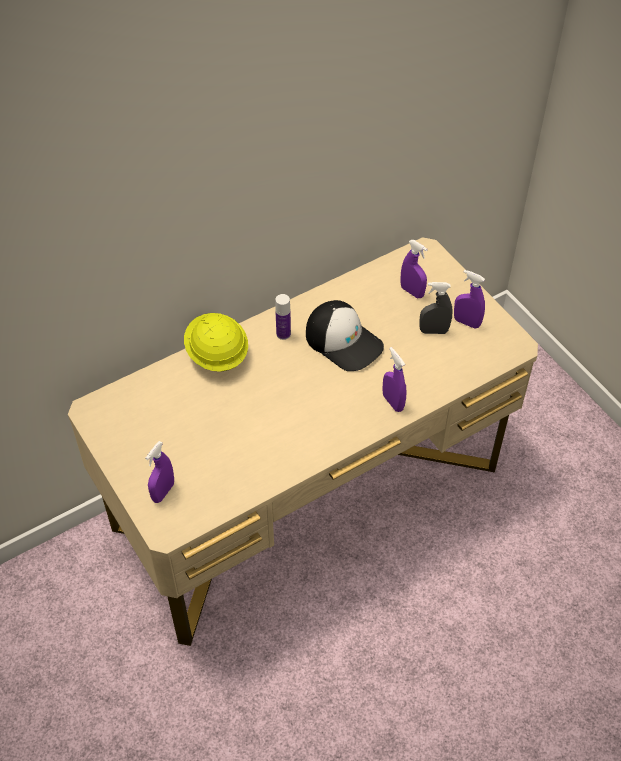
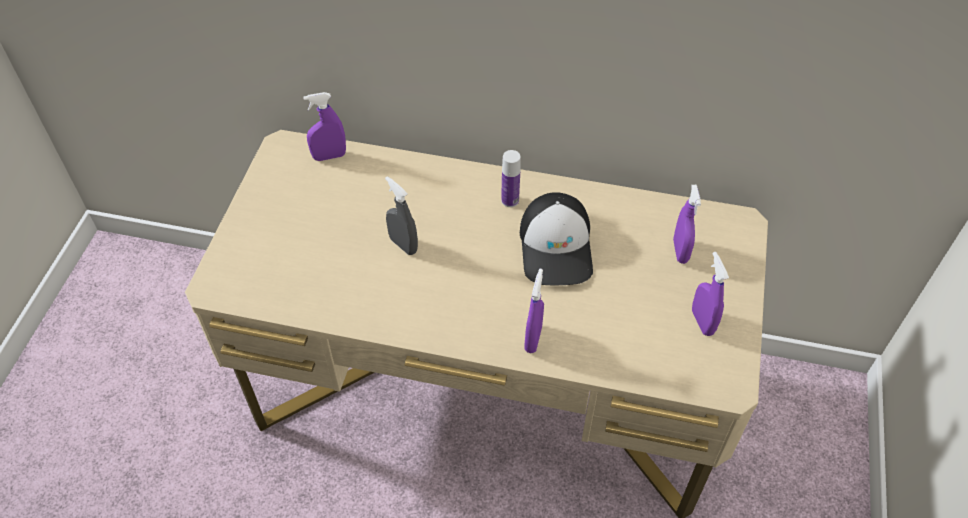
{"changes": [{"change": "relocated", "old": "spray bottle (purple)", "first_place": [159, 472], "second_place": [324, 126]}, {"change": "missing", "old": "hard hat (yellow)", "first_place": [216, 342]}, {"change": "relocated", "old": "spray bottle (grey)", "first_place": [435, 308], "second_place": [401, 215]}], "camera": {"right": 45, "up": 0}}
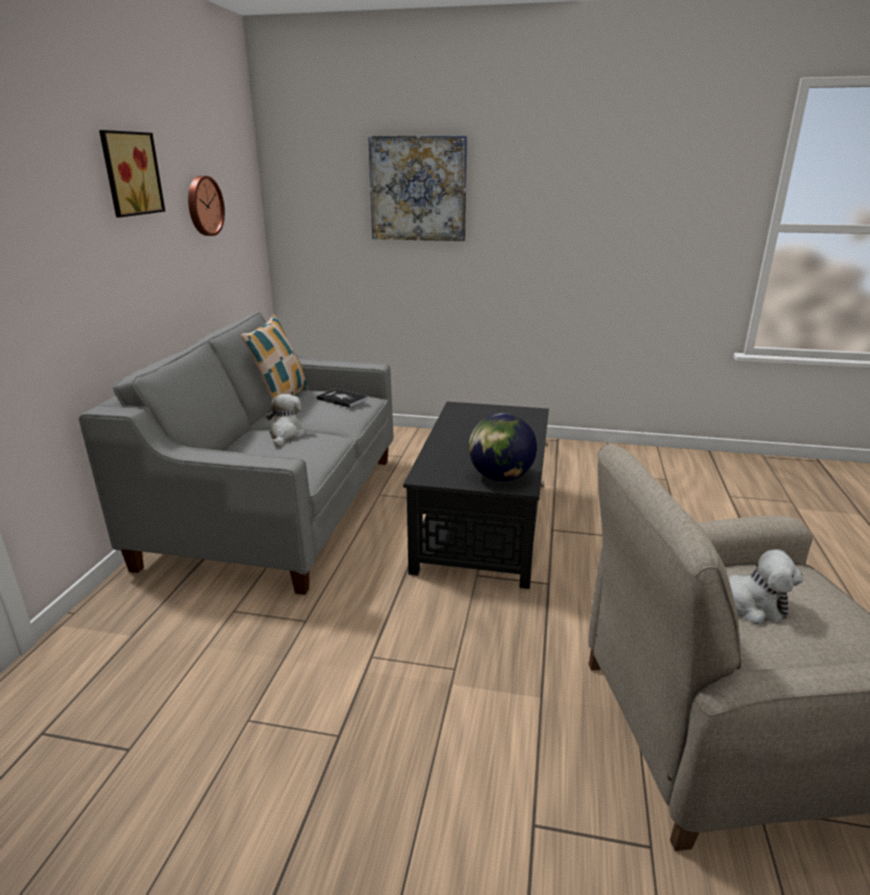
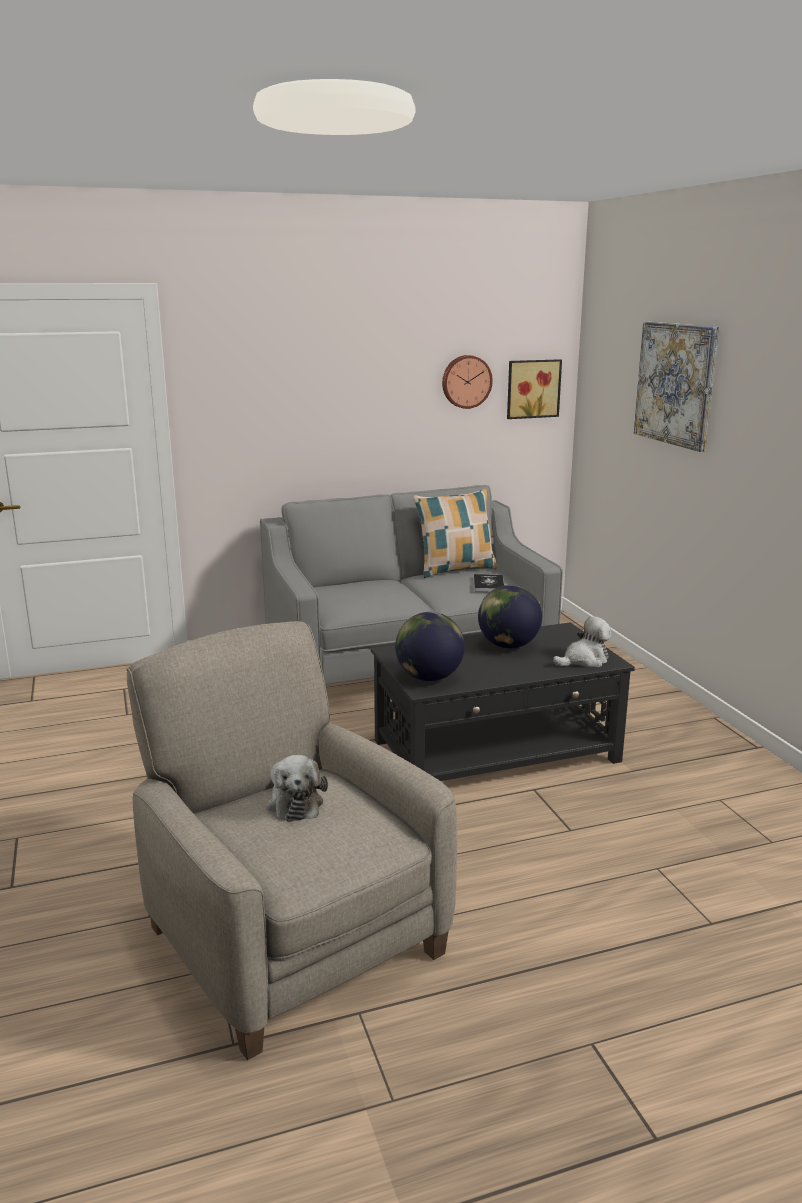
{"changes": [{"change": "relocated", "old": "picture", "first_place": [132, 173], "second_place": [534, 389]}, {"change": "relocated", "old": "plush toy", "first_place": [286, 420], "second_place": [582, 641]}, {"change": "appeared", "new": "globe", "second_place": [510, 617]}], "camera": {"right": 60, "up": -5}}
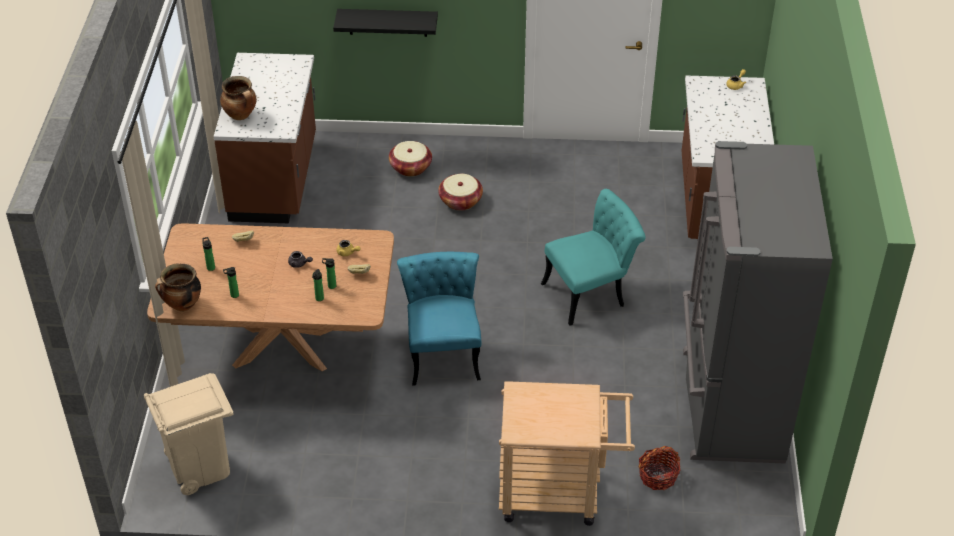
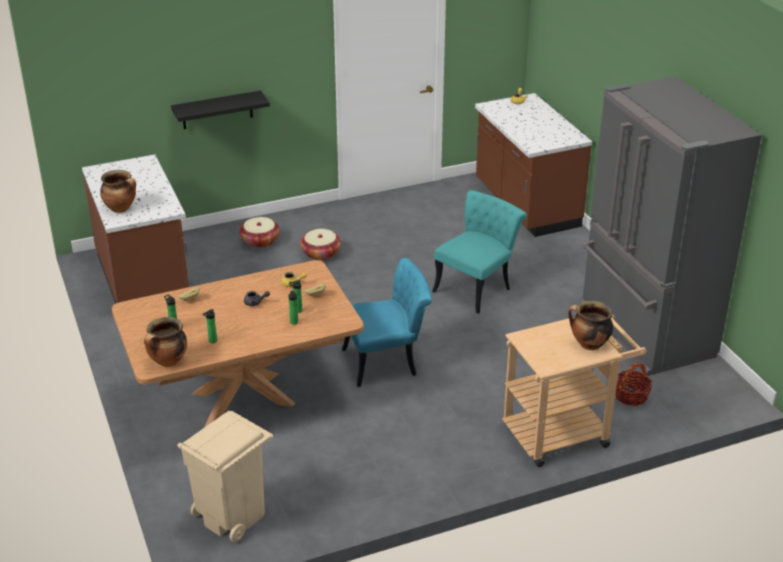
{"changes": [{"change": "spun", "old": "chair (turquoise)", "first_place": [439, 319], "second_place": [387, 322], "degrees": 105}, {"change": "appeared", "new": "cooking pot", "second_place": [590, 325]}], "camera": {"right": -25, "up": -10}}
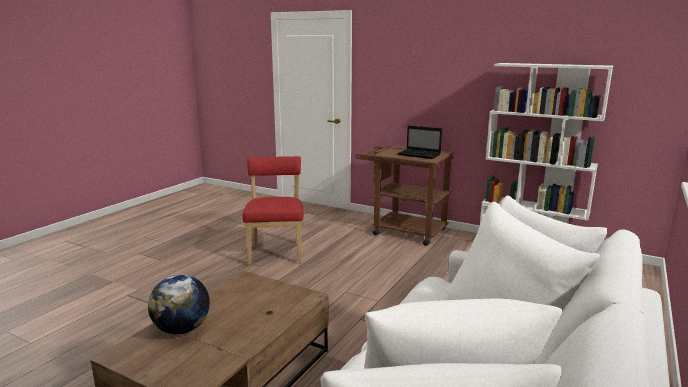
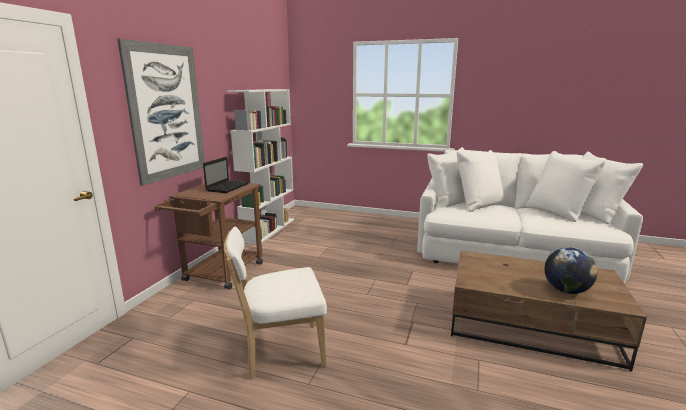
{"changes": [{"change": "colour", "old": "chair (red)", "new": "chair (white)", "first_place": [273, 210], "second_place": [275, 302]}, {"change": "appeared", "new": "picture", "second_place": [161, 112]}], "camera": {"right": -100, "up": 0}}
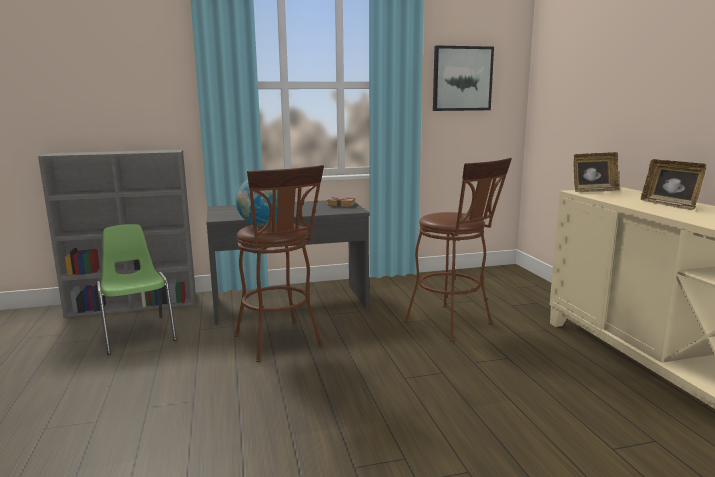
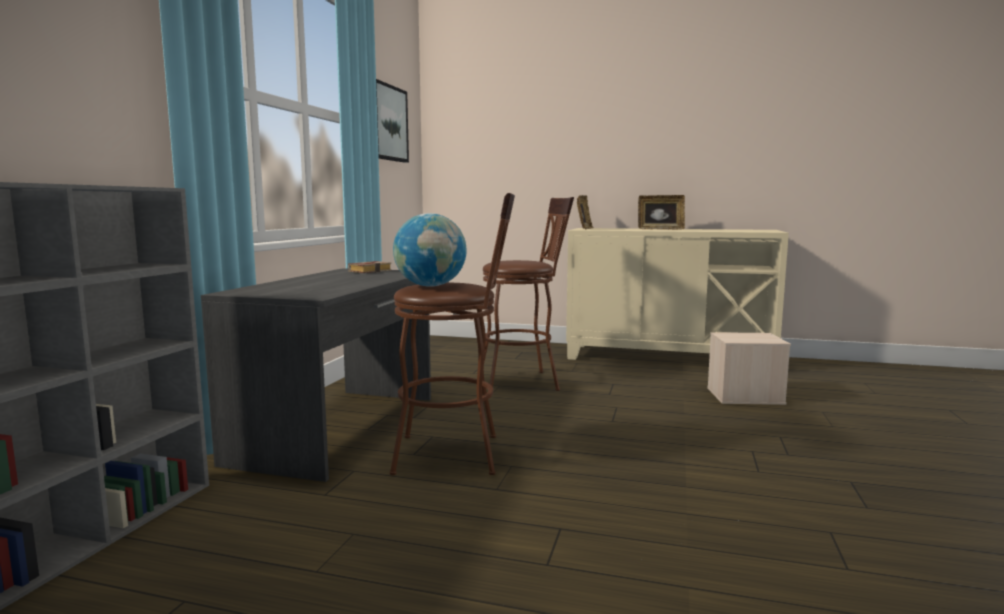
{"changes": [{"change": "missing", "old": "chair (green)", "first_place": [137, 289]}, {"change": "appeared", "new": "storage box (beige)", "second_place": [749, 368]}], "camera": {"right": -60, "up": -5}}
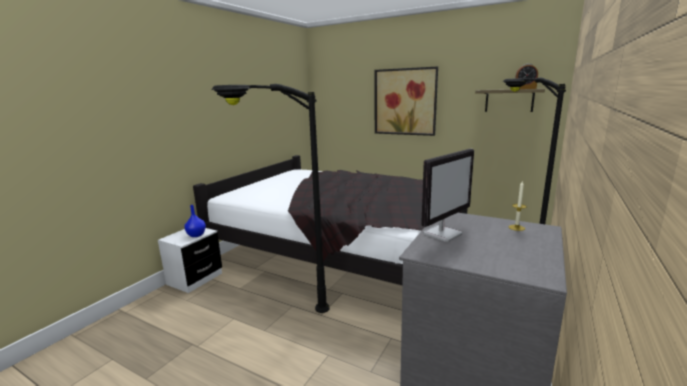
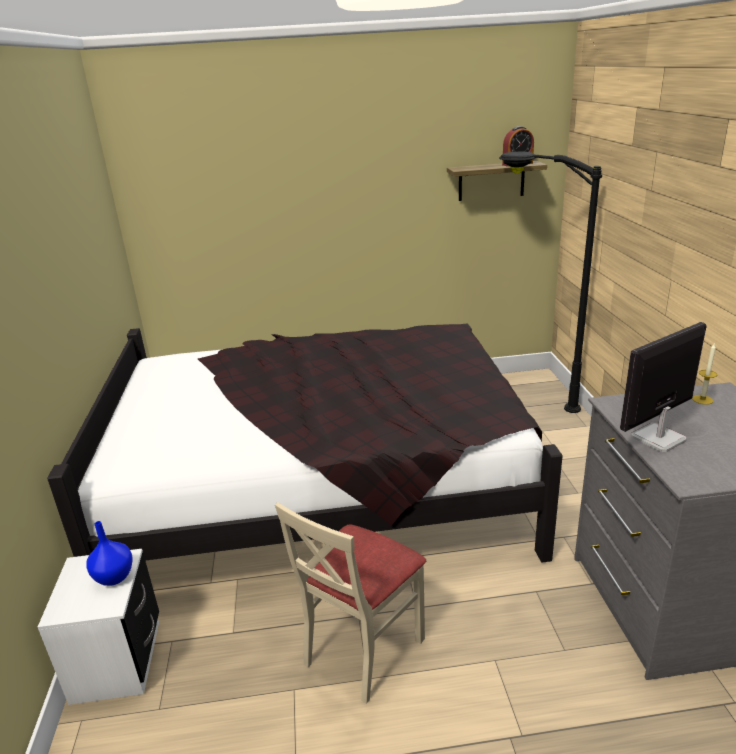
{"changes": [{"change": "exchanged", "old": "floor lamp (black)", "new": "chair (beige)", "first_place": [270, 198], "second_place": [350, 603]}, {"change": "missing", "old": "picture", "first_place": [406, 101]}, {"change": "spun", "old": "monitor", "first_place": [447, 195], "second_place": [663, 387], "degrees": -135}], "camera": {"right": -35, "up": 10}}
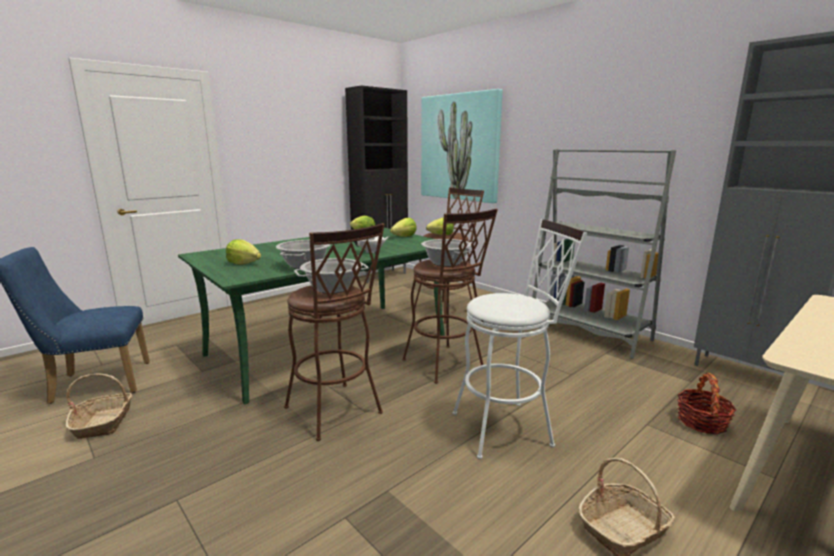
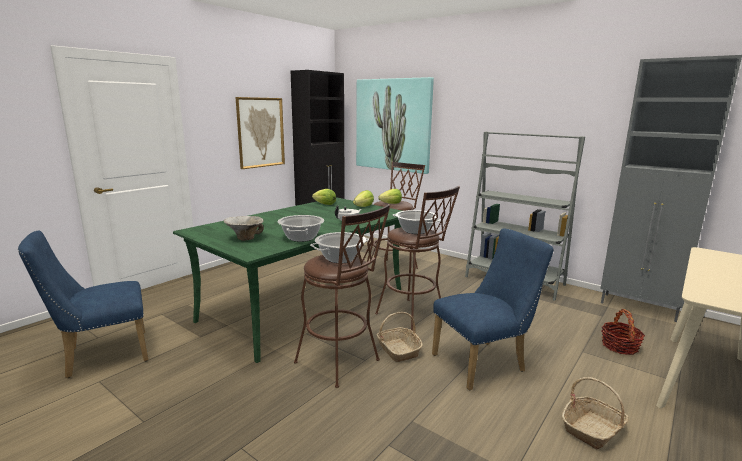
{"changes": [{"change": "relocated", "old": "basket", "first_place": [99, 406], "second_place": [400, 337]}, {"change": "exchanged", "old": "lettuce", "new": "bowl", "first_place": [243, 252], "second_place": [244, 228]}, {"change": "exchanged", "old": "stool (white)", "new": "chair (blue)", "first_place": [520, 339], "second_place": [493, 309]}, {"change": "appeared", "new": "picture", "second_place": [260, 133]}], "camera": {"right": -10, "up": 0}}
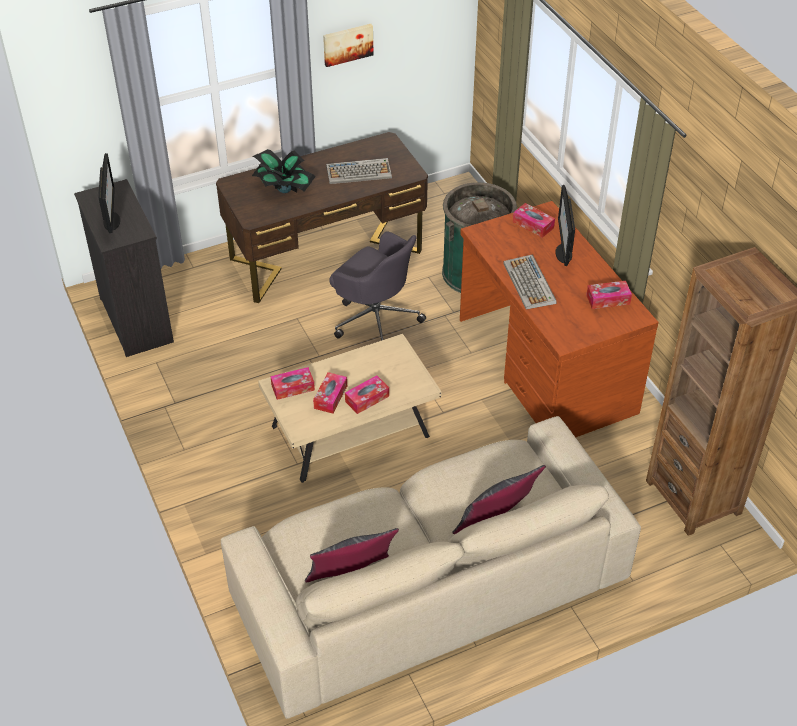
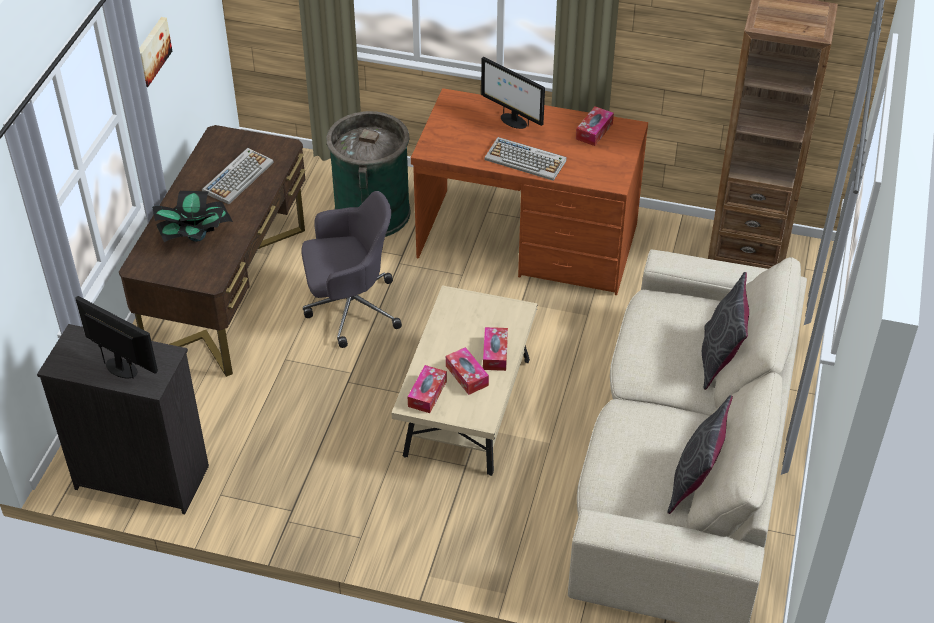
{"changes": [{"change": "missing", "old": "tissue box", "first_place": [534, 220]}], "camera": {"right": -50, "up": 0}}
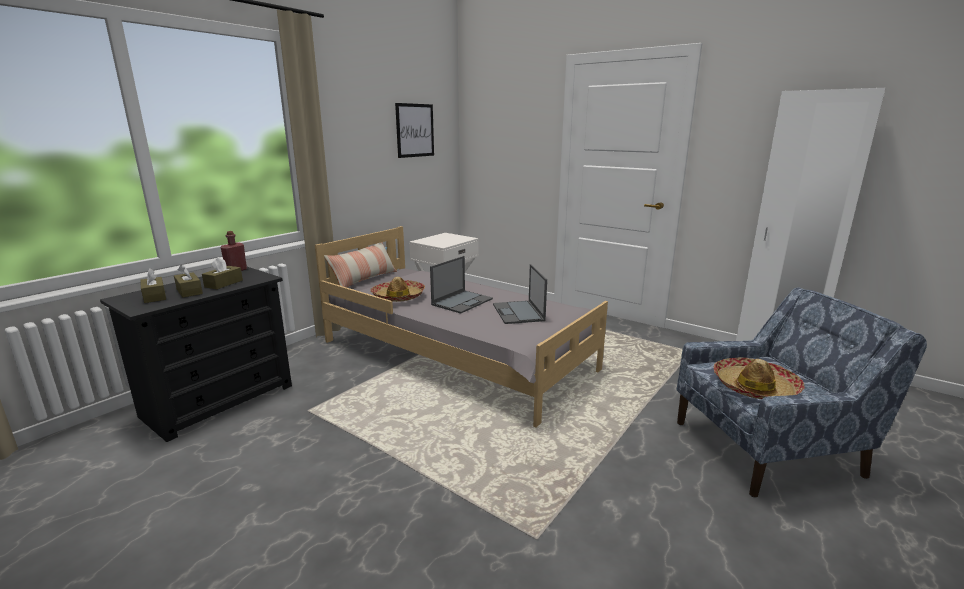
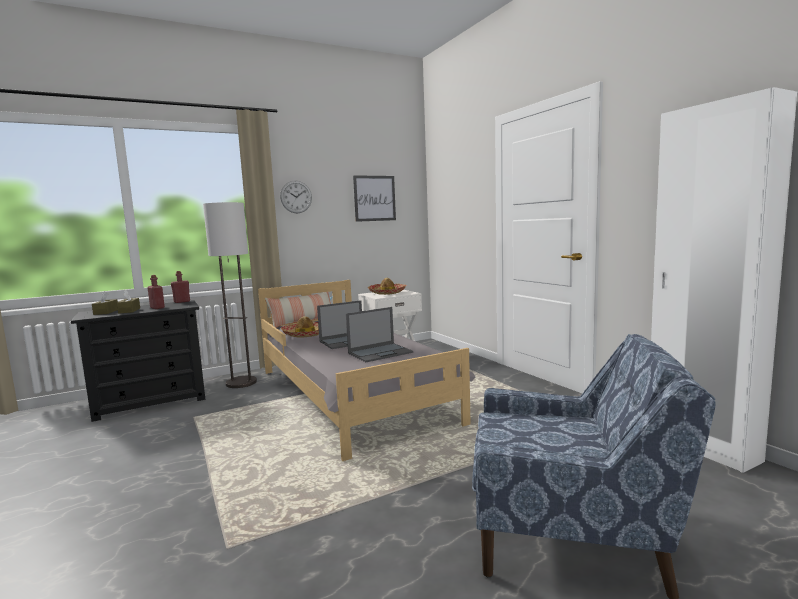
{"changes": [{"change": "exchanged", "old": "tissue box (brown)", "new": "bottle (red)", "first_place": [222, 273], "second_place": [156, 292]}, {"change": "spun", "old": "laptop", "first_place": [520, 294], "second_place": [379, 334], "degrees": -135}, {"change": "relocated", "old": "hat", "first_place": [759, 378], "second_place": [387, 286]}, {"change": "appeared", "new": "floor lamp", "second_place": [230, 295]}, {"change": "appeared", "new": "wall clock", "second_place": [296, 196]}], "camera": {"right": 25, "up": -10}}
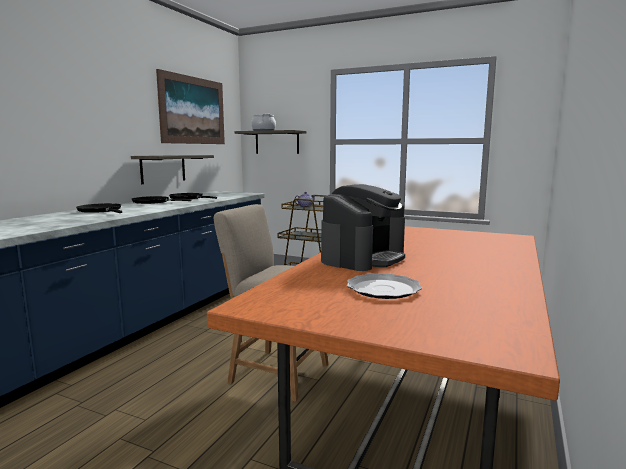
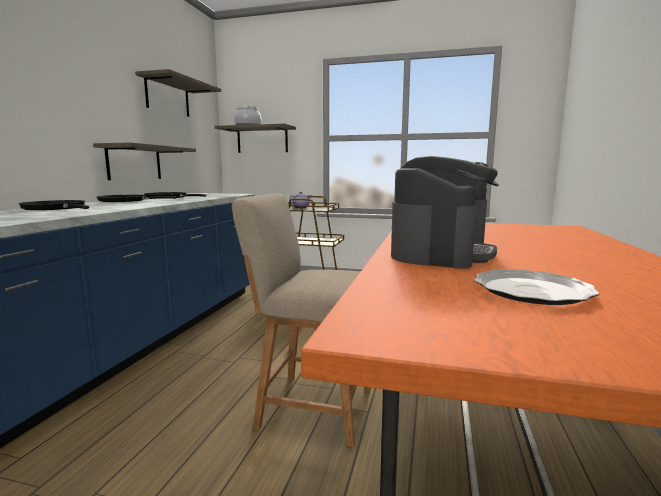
{"changes": [{"change": "exchanged", "old": "picture", "new": "shelf", "first_place": [190, 106], "second_place": [178, 93]}], "camera": {"right": -10, "up": 0}}
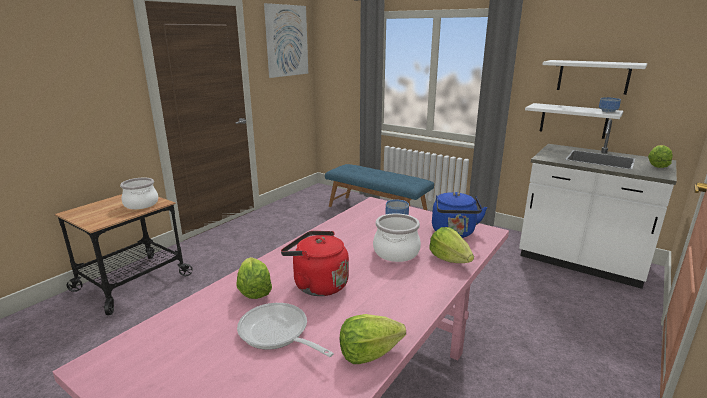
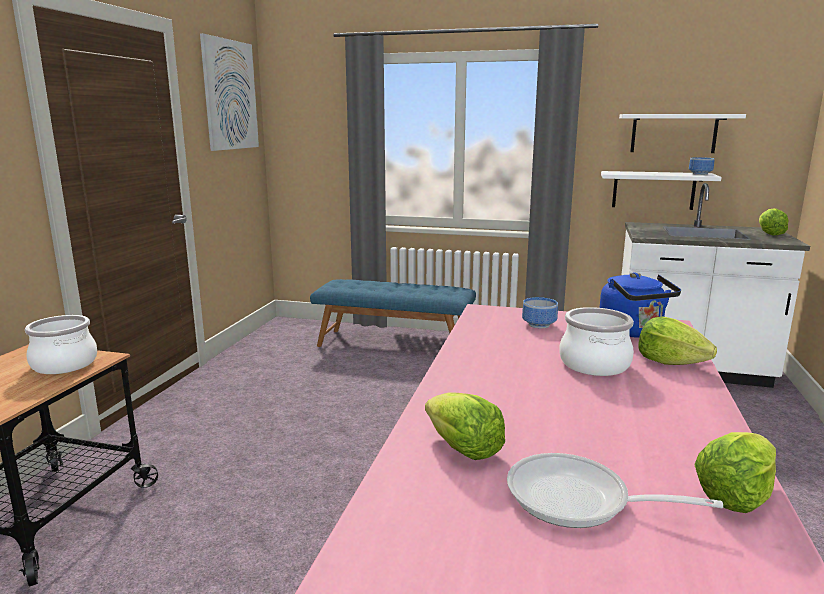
{"changes": [{"change": "missing", "old": "kettle (red)", "first_place": [315, 263]}], "camera": {"right": -20, "up": -5}}
